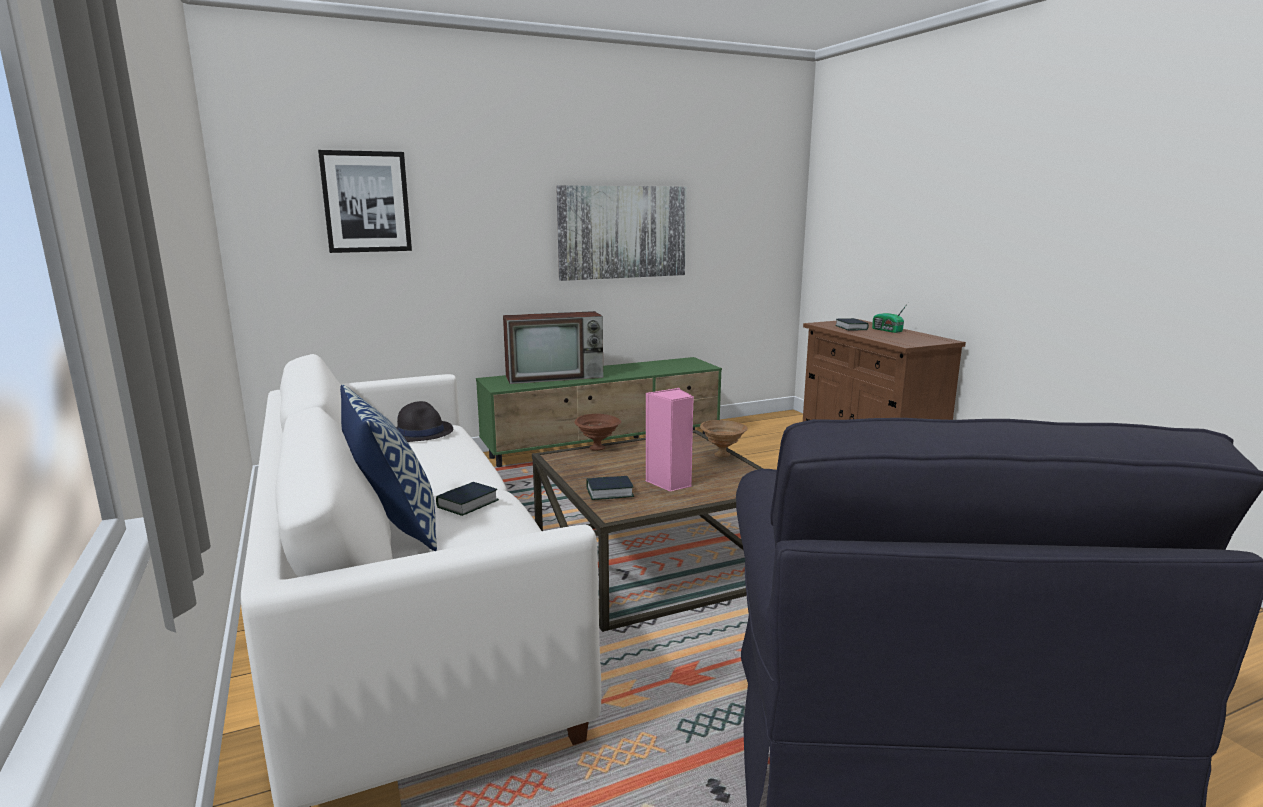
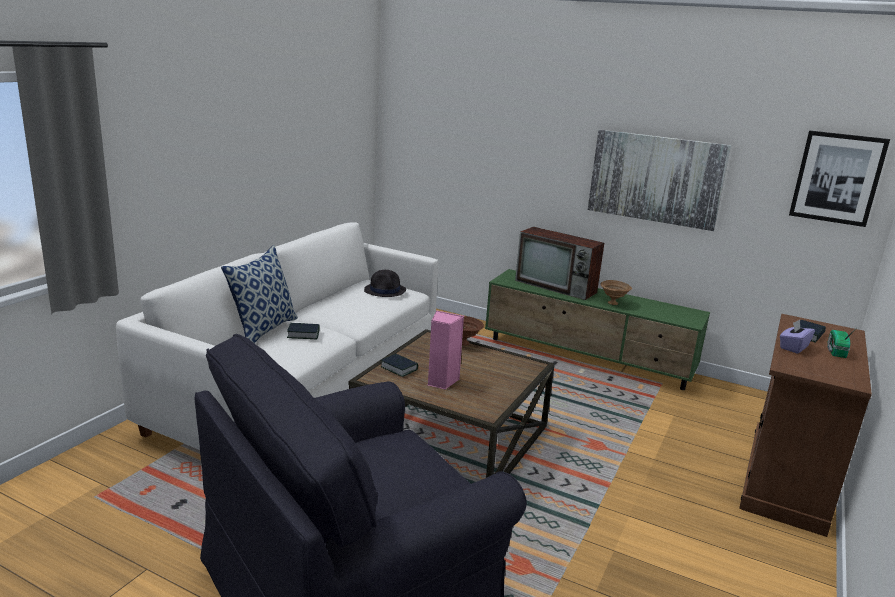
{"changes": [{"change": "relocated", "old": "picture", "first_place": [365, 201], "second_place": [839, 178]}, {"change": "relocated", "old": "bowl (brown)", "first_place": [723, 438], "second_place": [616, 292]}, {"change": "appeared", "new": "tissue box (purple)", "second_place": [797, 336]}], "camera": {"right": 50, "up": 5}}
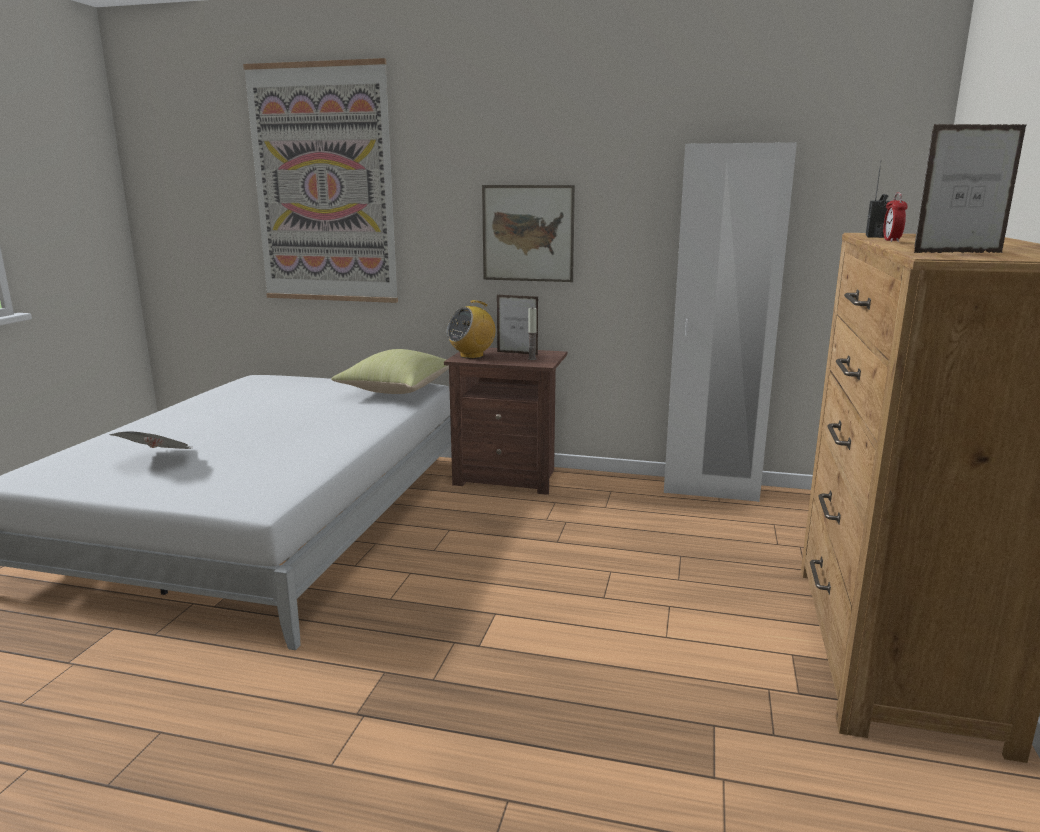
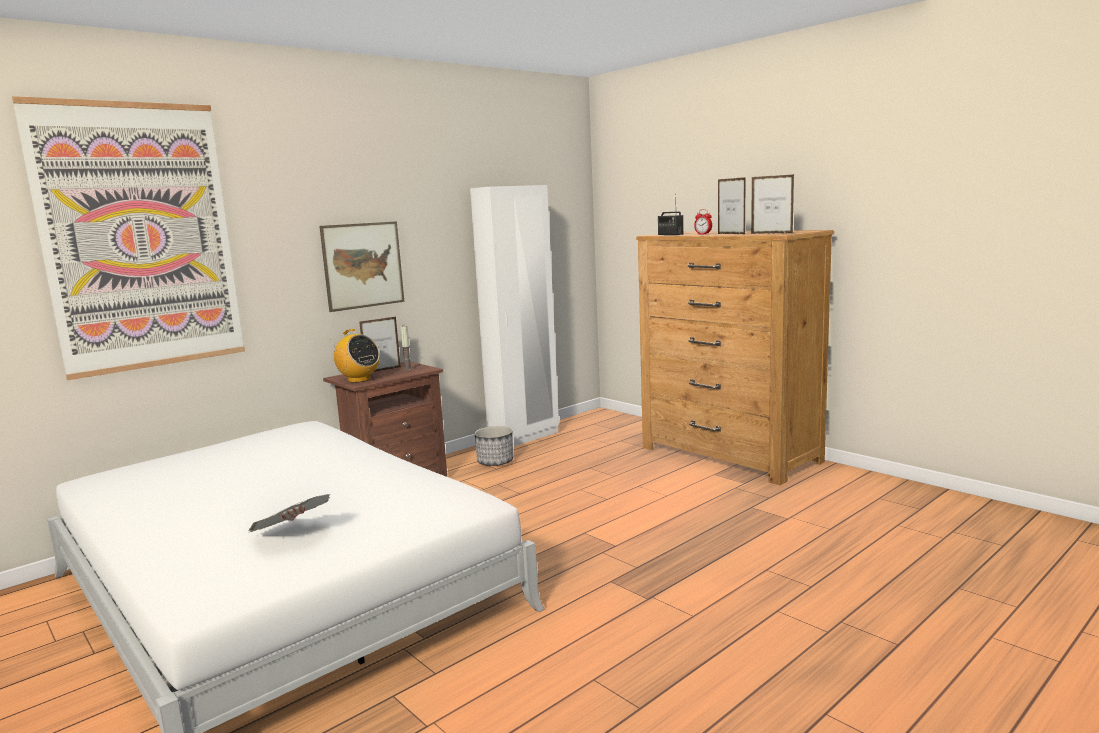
{"changes": [{"change": "missing", "old": "pillow (yellow)", "first_place": [390, 371]}, {"change": "spun", "old": "radio", "first_place": [471, 329], "second_place": [356, 356], "degrees": -45}, {"change": "spun", "old": "picture frame", "first_place": [970, 188], "second_place": [772, 204], "degrees": 90}, {"change": "appeared", "new": "planter", "second_place": [494, 446]}], "camera": {"right": -55, "up": -5}}
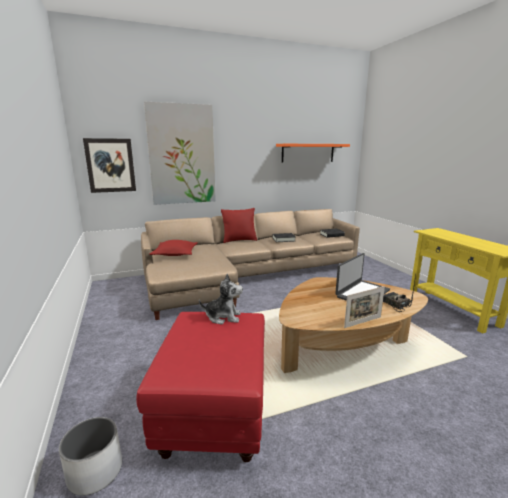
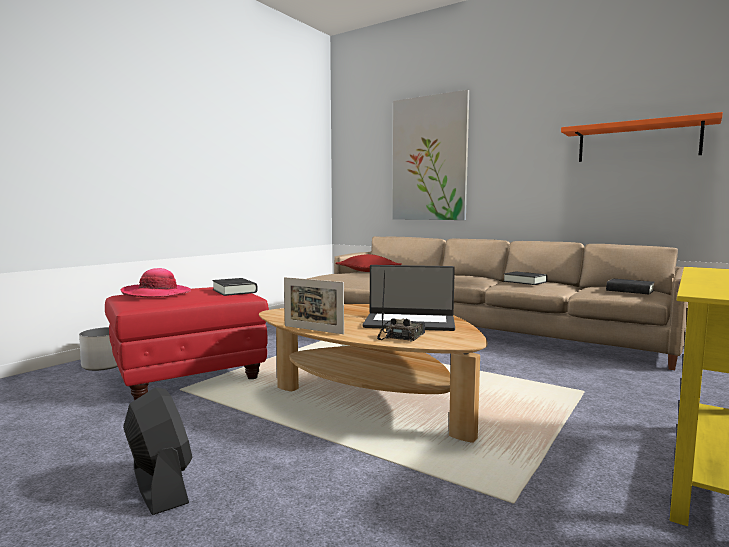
{"changes": [{"change": "missing", "old": "picture", "first_place": [109, 165]}, {"change": "exchanged", "old": "plush toy", "new": "book (black)", "first_place": [221, 298], "second_place": [234, 287]}, {"change": "missing", "old": "pillow (red)", "first_place": [239, 225]}, {"change": "appeared", "new": "hat", "second_place": [156, 283]}, {"change": "appeared", "new": "fan (black)", "second_place": [157, 451]}], "camera": {"right": 55, "up": -10}}
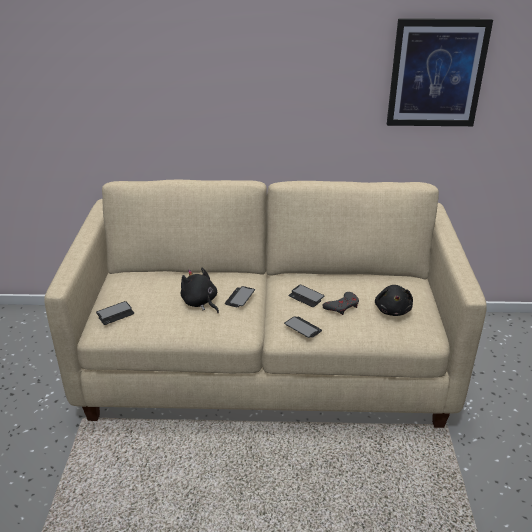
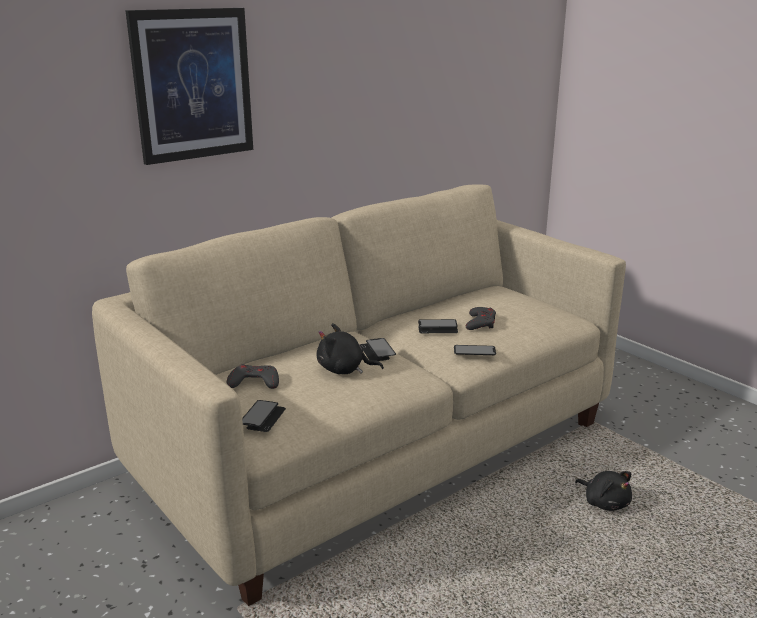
{"changes": [{"change": "relocated", "old": "plush toy (black)", "first_place": [394, 300], "second_place": [603, 491]}, {"change": "relocated", "old": "picture", "first_place": [440, 72], "second_place": [189, 86]}, {"change": "appeared", "new": "game controller (grey)", "second_place": [252, 376]}], "camera": {"right": -40, "up": -10}}
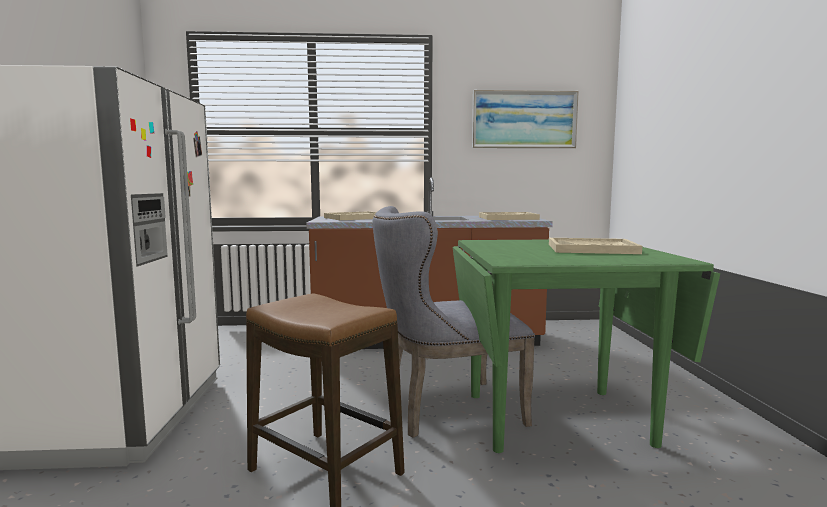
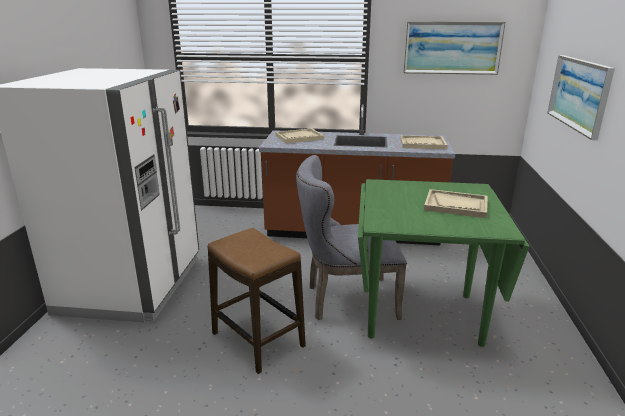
{"changes": [{"change": "appeared", "new": "picture", "second_place": [581, 97]}], "camera": {"right": 10, "up": 15}}
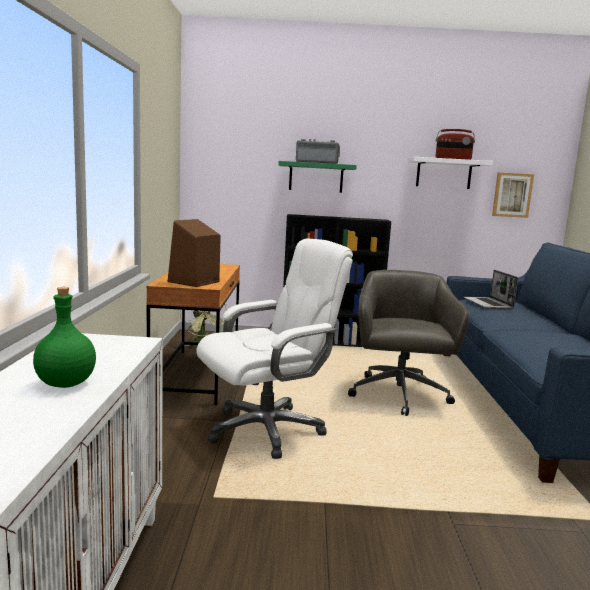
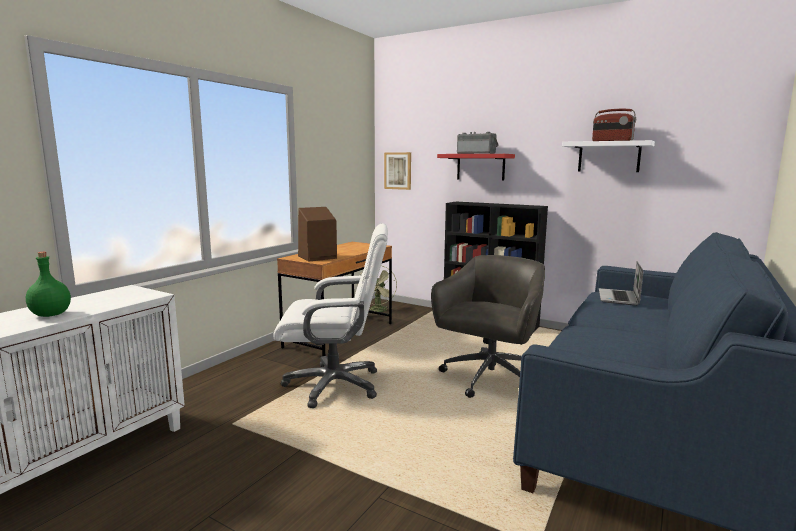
{"changes": [{"change": "colour", "old": "shelf (green)", "new": "shelf (red)", "first_place": [317, 177], "second_place": [476, 167]}, {"change": "relocated", "old": "picture", "first_place": [513, 195], "second_place": [397, 171]}], "camera": {"right": 30, "up": 0}}
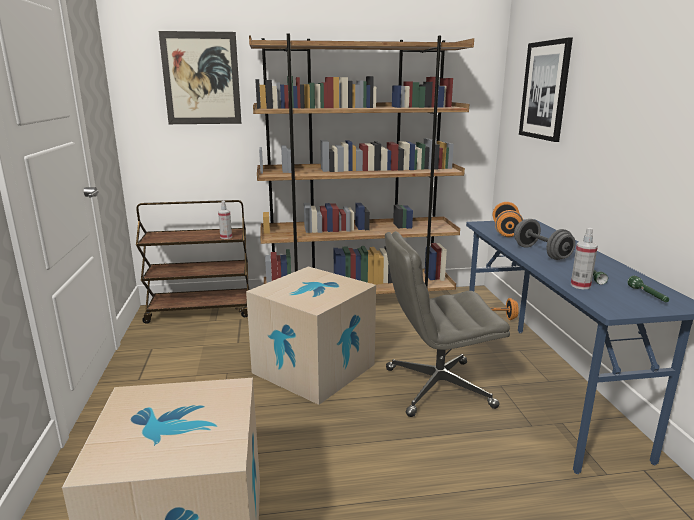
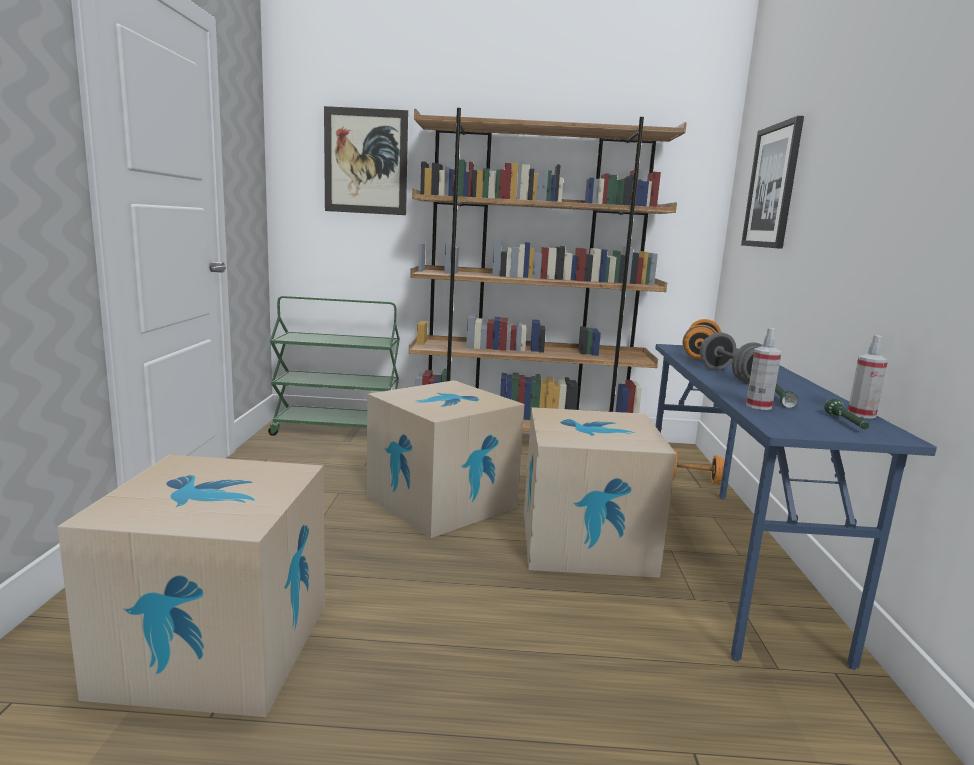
{"changes": [{"change": "colour", "old": "cart (brown)", "new": "cart (green)", "first_place": [193, 262], "second_place": [334, 366]}, {"change": "relocated", "old": "spray bottle", "first_place": [225, 220], "second_place": [868, 377]}, {"change": "exchanged", "old": "office chair (grey)", "new": "cardboard box", "first_place": [447, 324], "second_place": [600, 492]}], "camera": {"right": 10, "up": -5}}
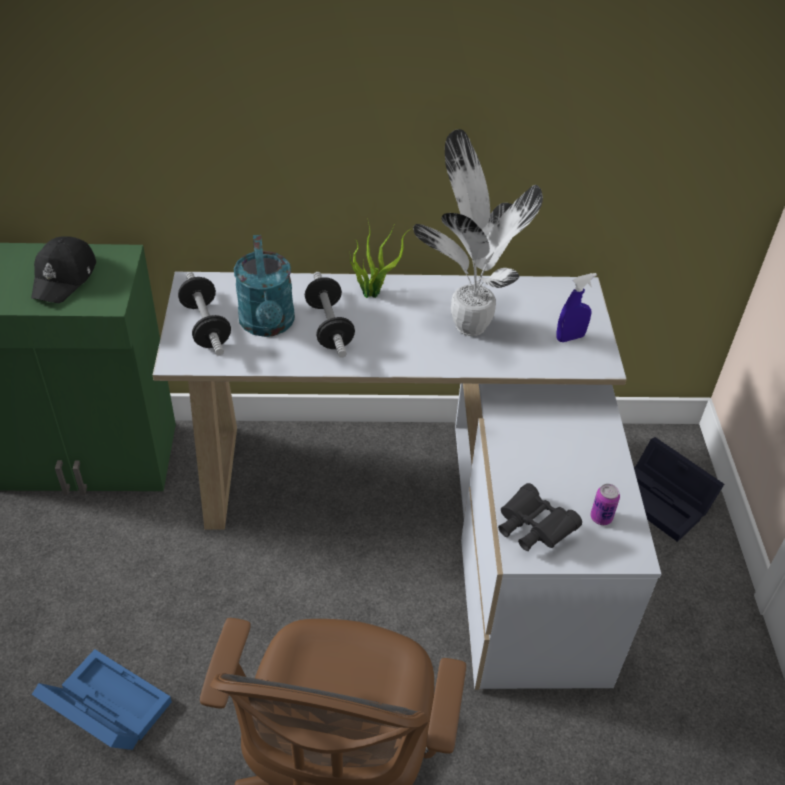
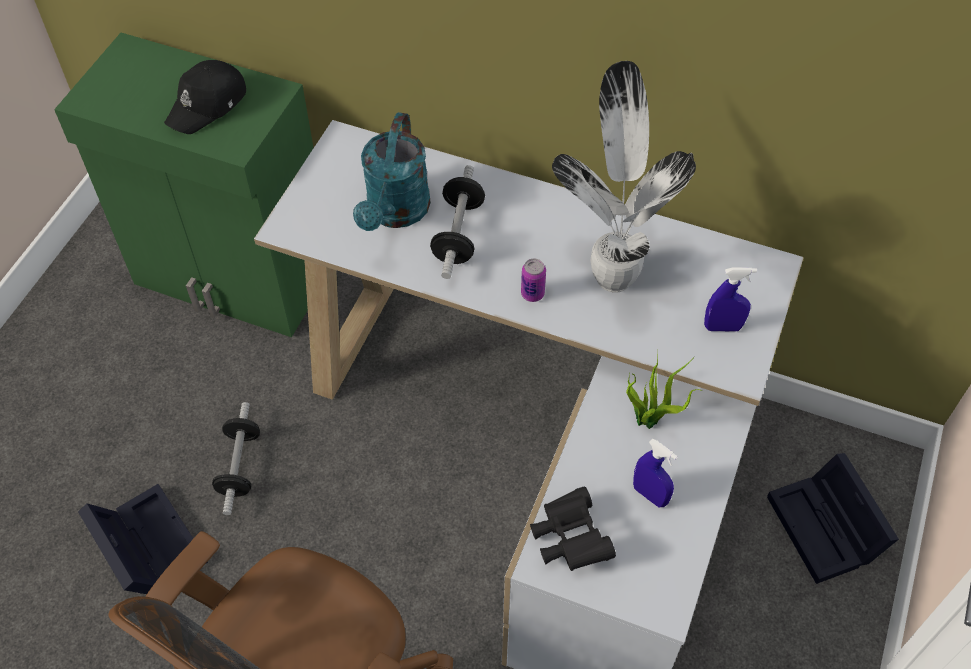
{"changes": [{"change": "colour", "old": "storage box (blue)", "new": "storage box (black)", "first_place": [102, 699], "second_place": [143, 539]}, {"change": "relocated", "old": "dumbbell", "first_place": [204, 314], "second_place": [236, 458]}, {"change": "relocated", "old": "potted plant", "first_place": [380, 260], "second_place": [664, 389]}, {"change": "relocated", "old": "can", "first_place": [605, 504], "second_place": [533, 280]}, {"change": "appeared", "new": "spray bottle (blue)", "second_place": [655, 472]}], "camera": {"right": 25, "up": 10}}
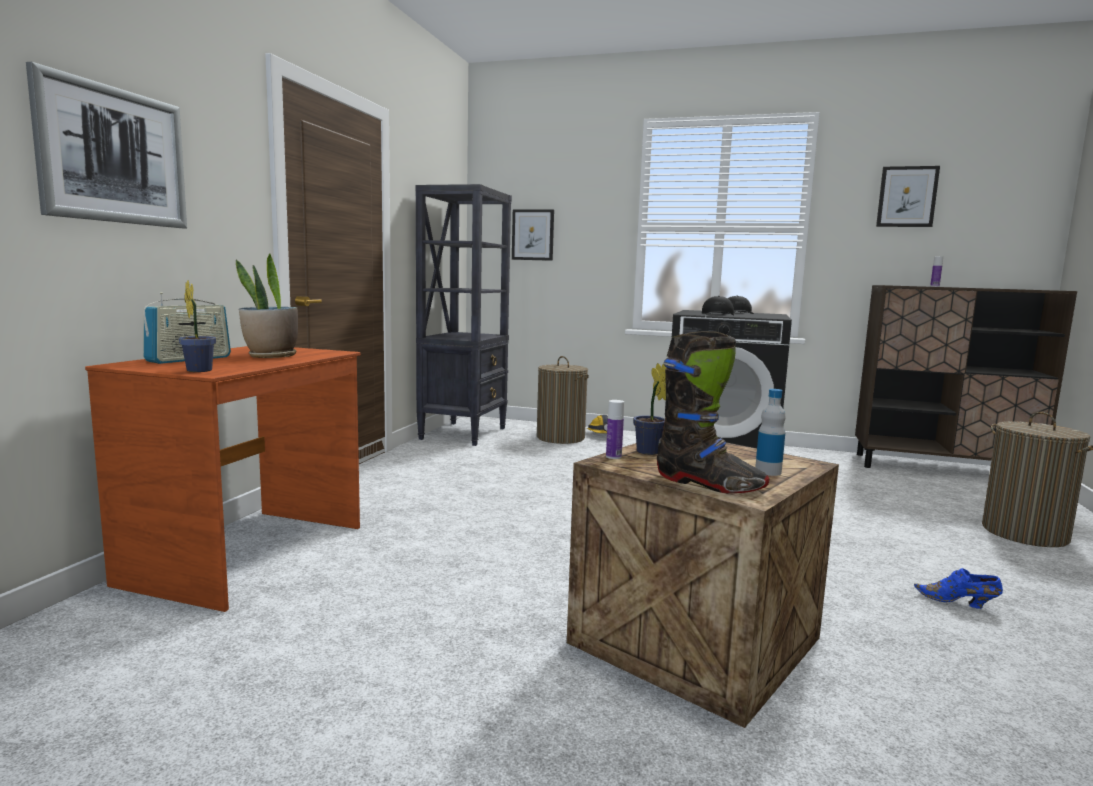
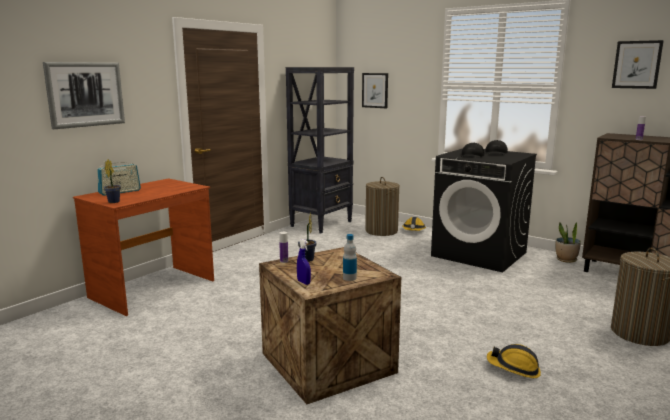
{"changes": [{"change": "relocated", "old": "potted plant", "first_place": [267, 305], "second_place": [568, 242]}, {"change": "exchanged", "old": "boot (black)", "new": "spray bottle (blue)", "first_place": [713, 412], "second_place": [304, 262]}, {"change": "exchanged", "old": "shoe (blue)", "new": "hard hat", "first_place": [958, 588], "second_place": [514, 361]}], "camera": {"right": 20, "up": 5}}
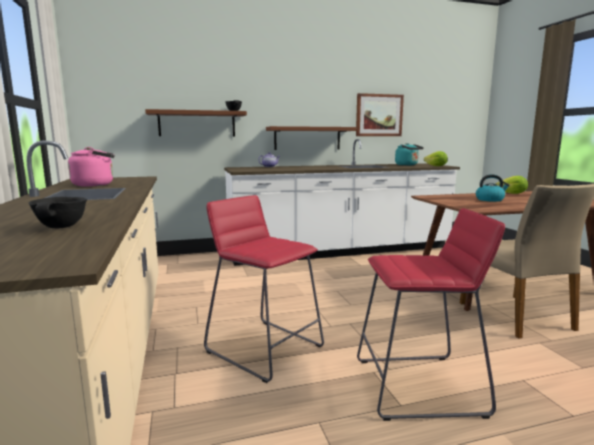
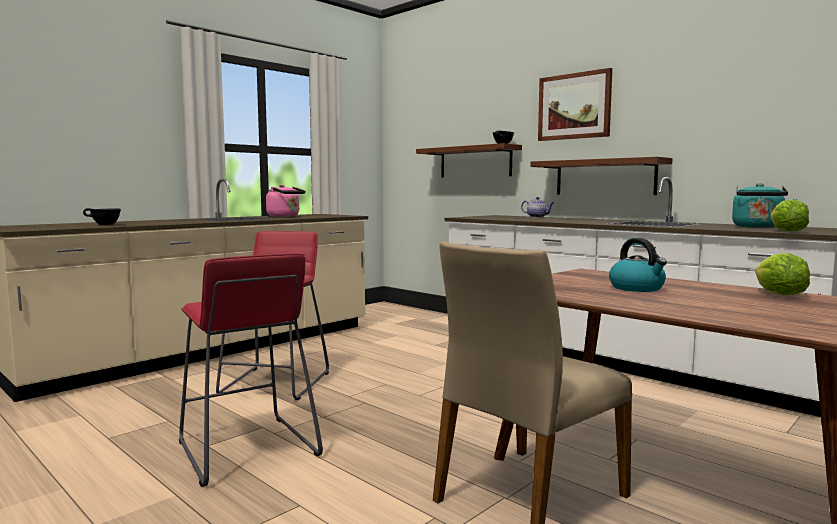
{"changes": [{"change": "relocated", "old": "picture", "first_place": [380, 114], "second_place": [575, 104]}], "camera": {"right": 60, "up": -5}}
